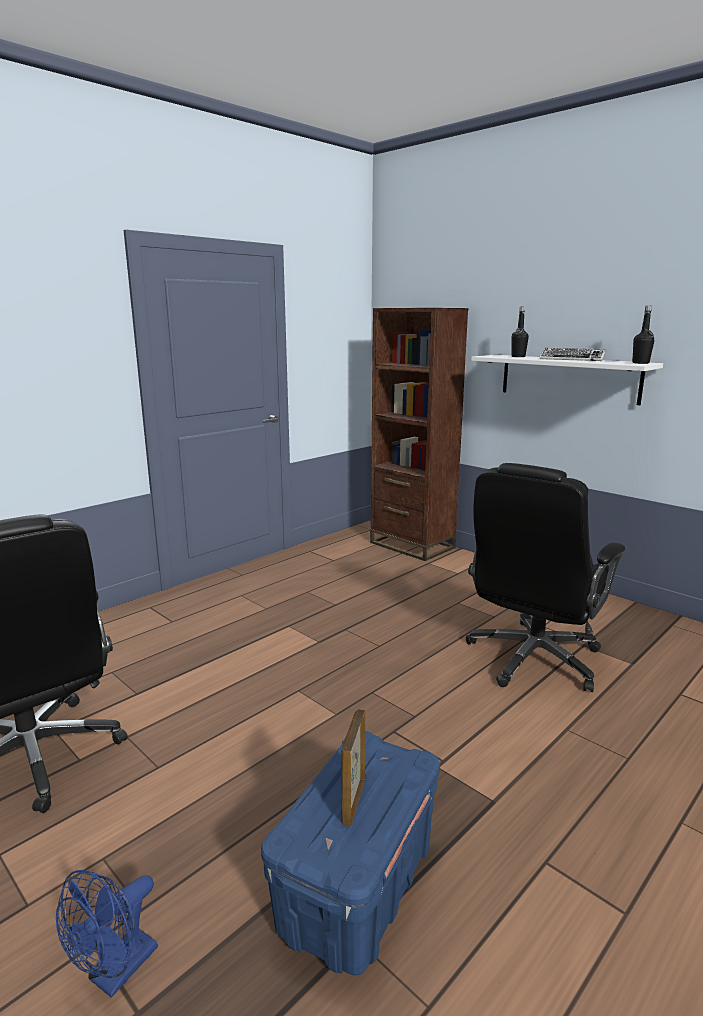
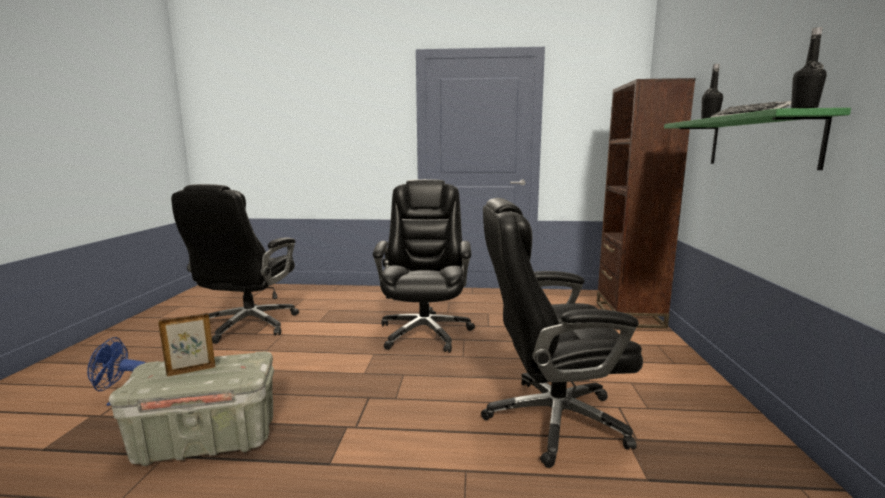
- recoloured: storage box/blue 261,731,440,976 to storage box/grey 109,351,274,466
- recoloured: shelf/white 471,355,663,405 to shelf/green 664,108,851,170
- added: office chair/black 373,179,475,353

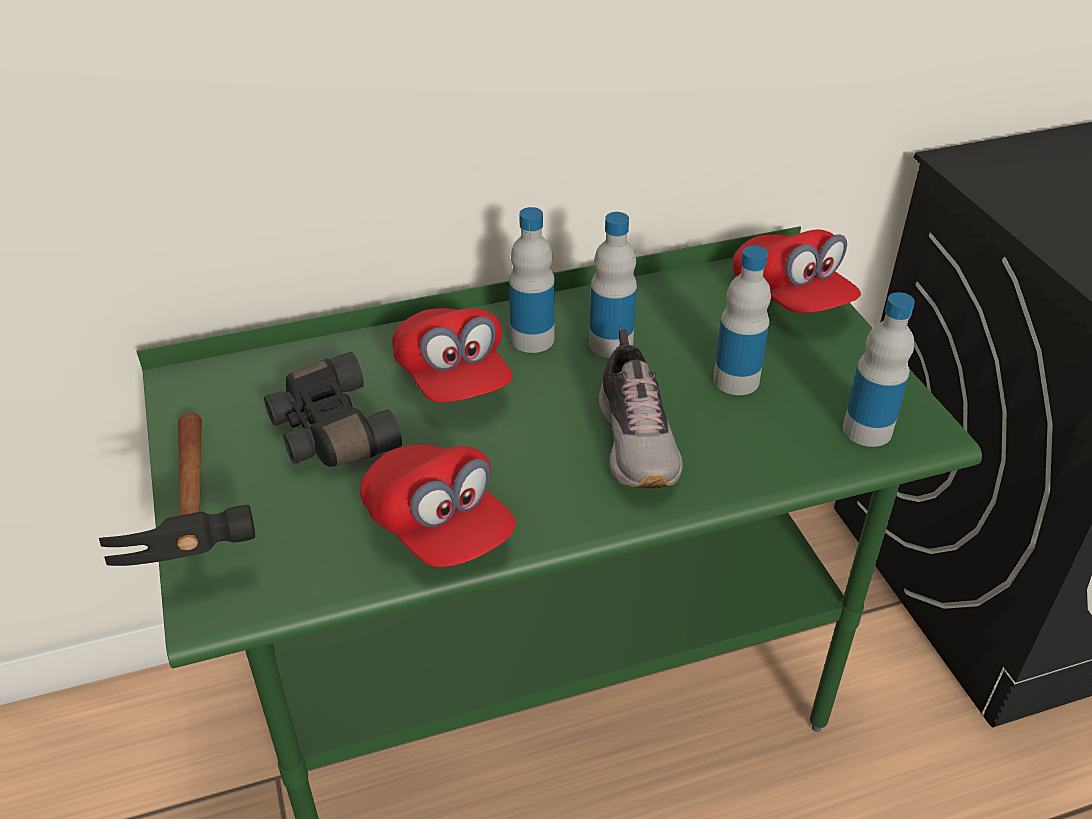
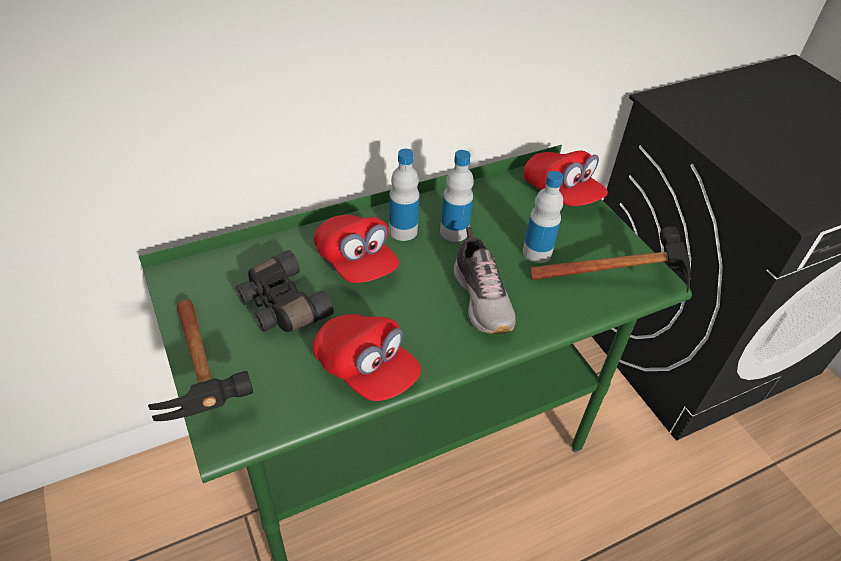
- replaced: bottle 843,292,915,447 to hammer 531,226,691,293

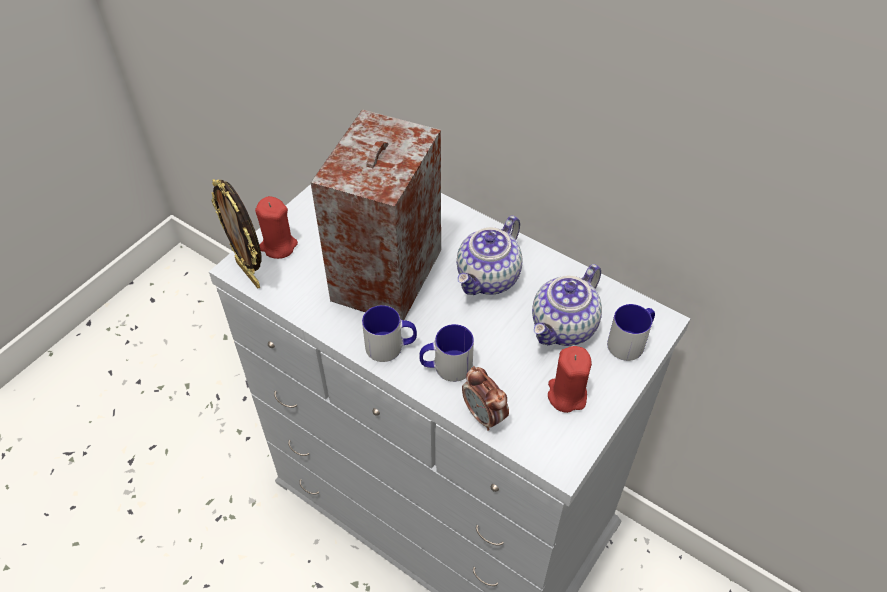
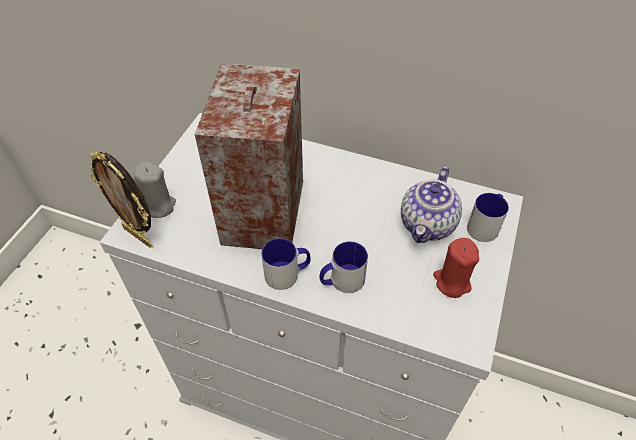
- recoloured: candle/red 255,196,298,259 to candle/grey 134,162,176,218
- removed: teapot 457,216,522,295
- removed: alarm clock 462,366,509,431

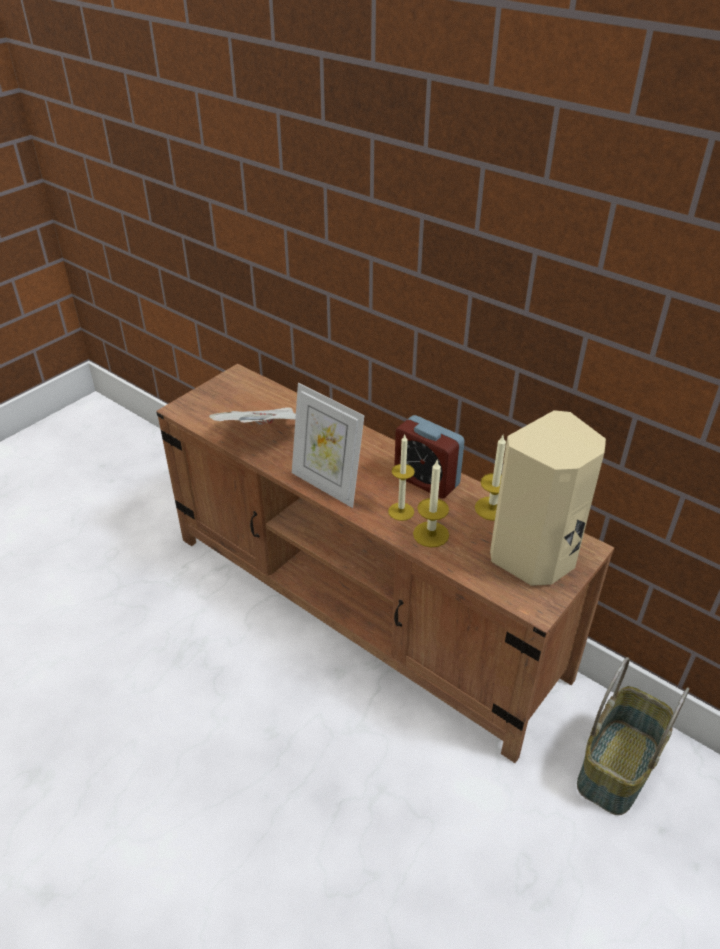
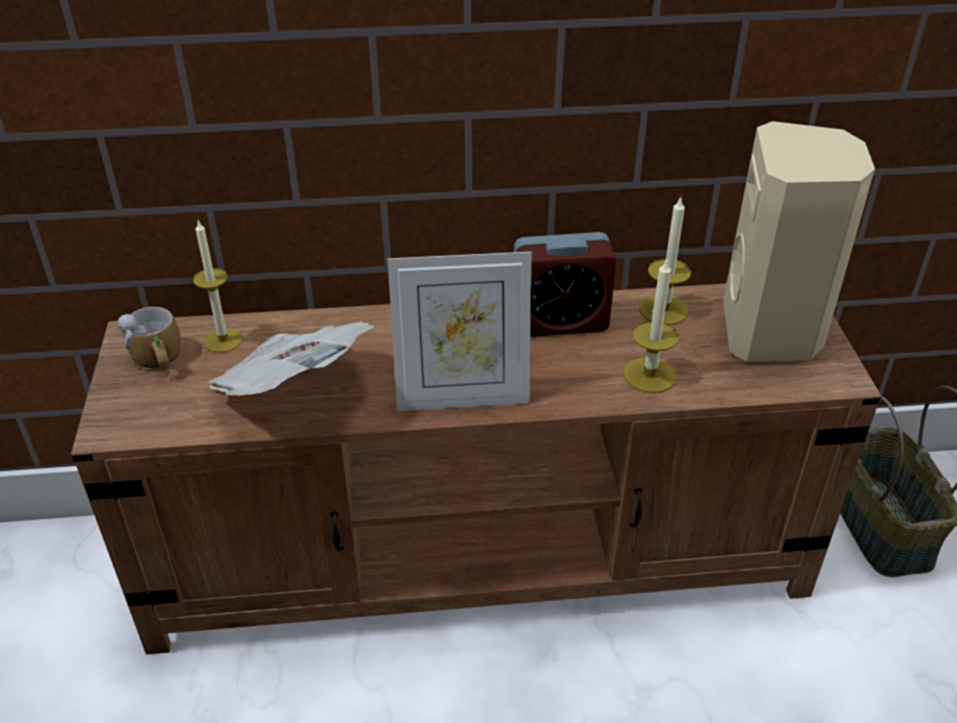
- moved: candle 388,435,415,521 to 193,220,243,353
- added: mug 117,307,181,375

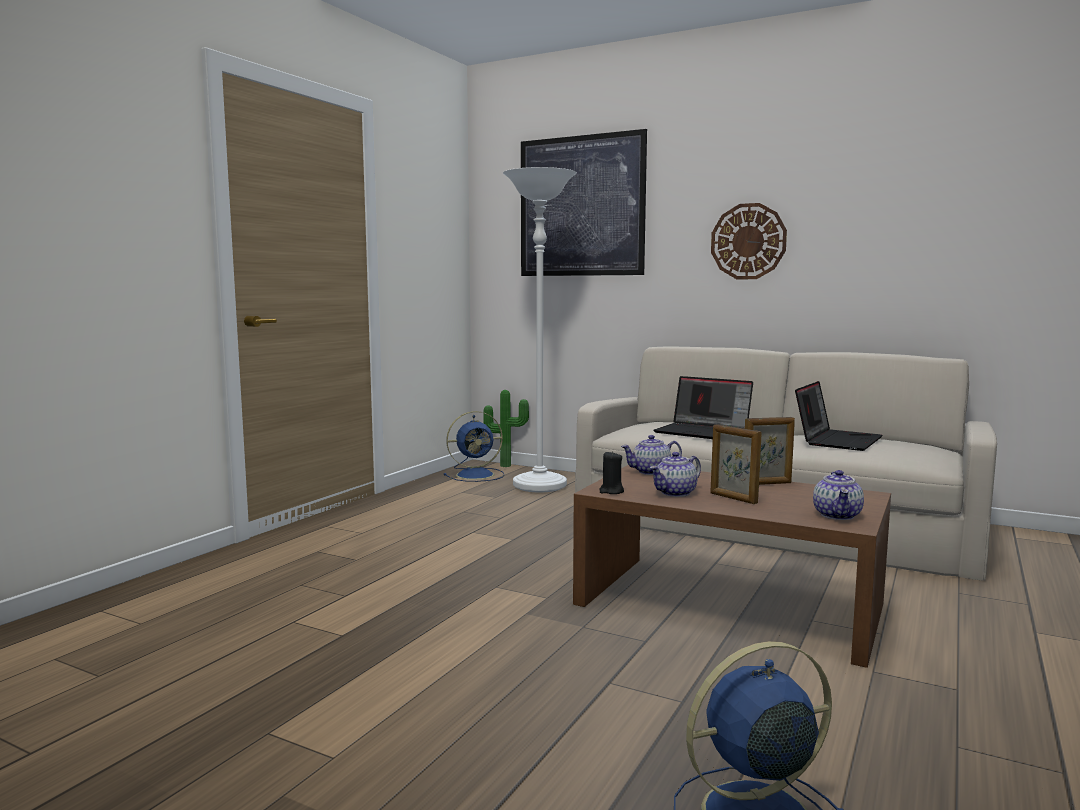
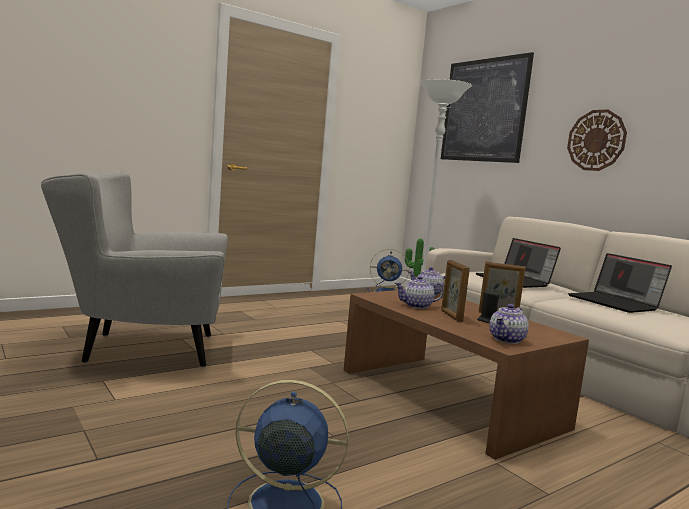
- moved: candle/black 599,451,624,494 to 477,290,500,323
- turned: laptop 795,381,882,451 = 568,253,672,313 90 degrees clockwise
- added: armchair/grey 41,170,228,367

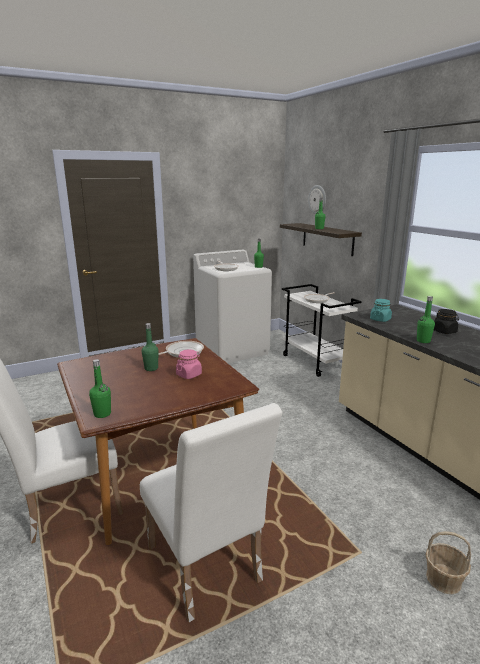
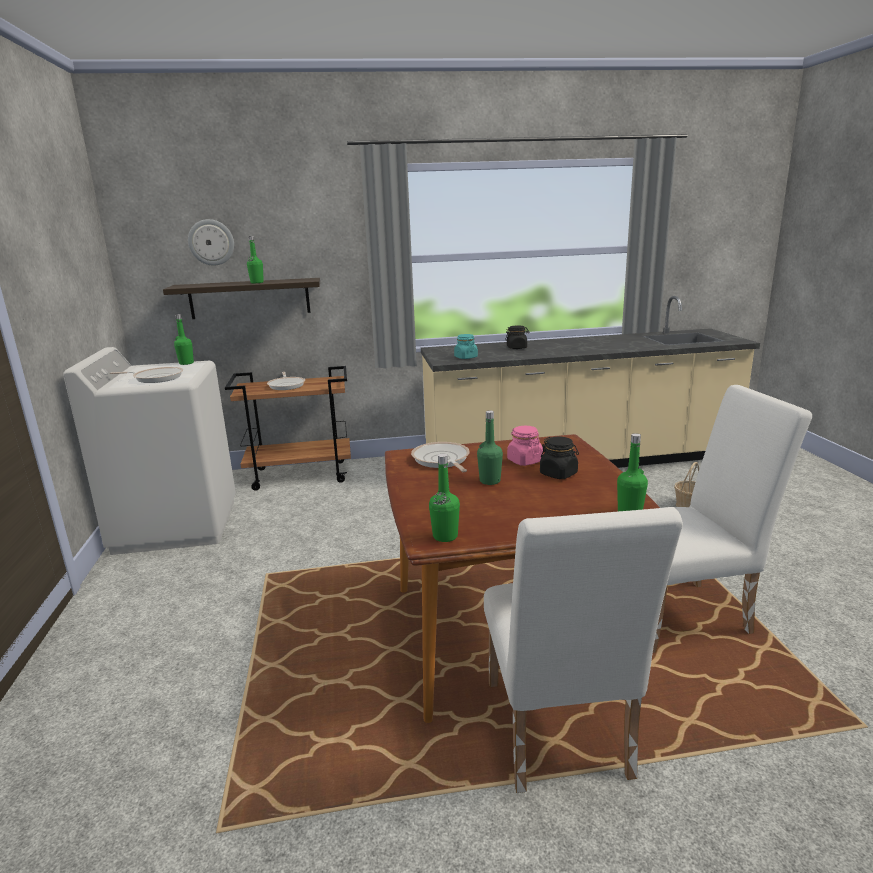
- recoloured: cart/white 282,284,362,377 to cart/brown 225,366,351,491
- moved: bottle/green 417,296,435,343 to 429,454,460,542
- added: jar/black 540,437,579,479

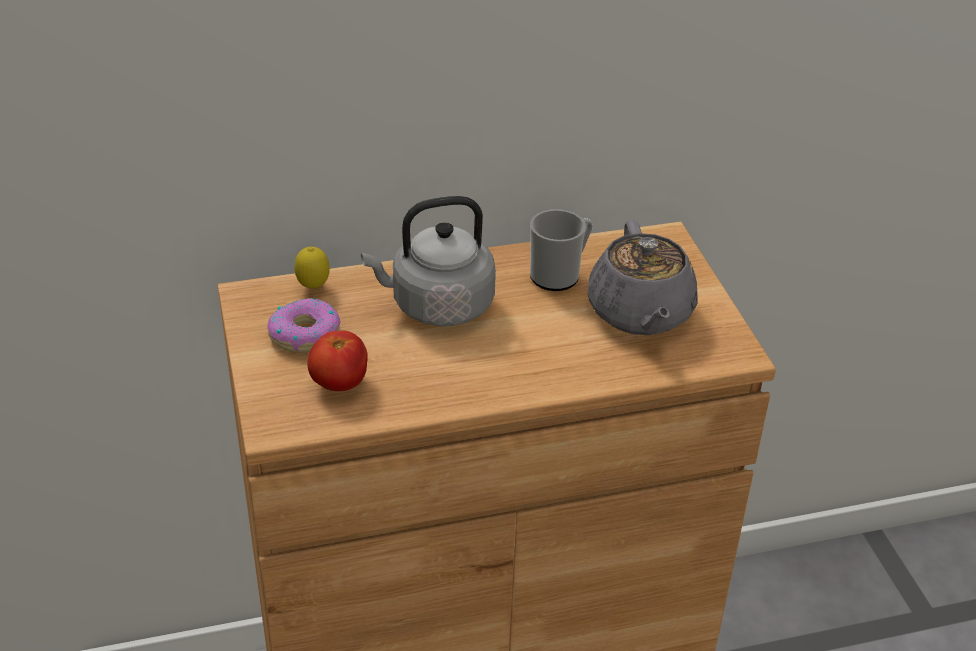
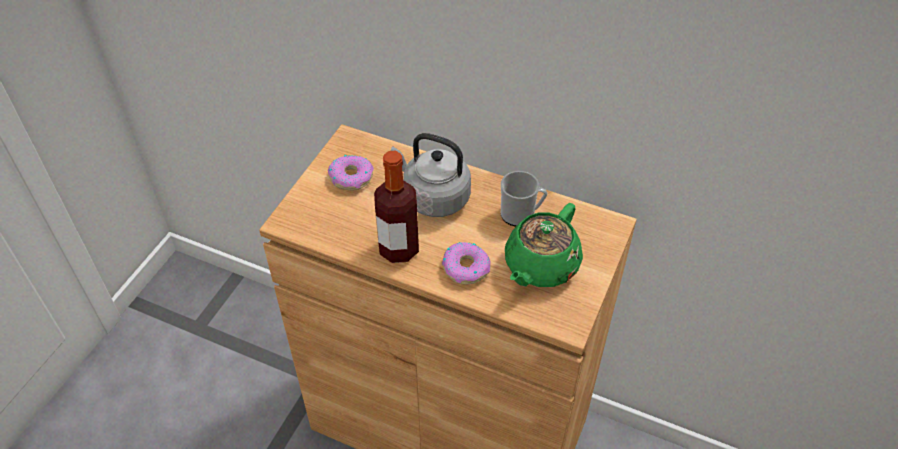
- removed: lemon 294,247,330,289
- removed: tomato 307,331,368,391
- recoloured: teapot/grey 588,220,697,335 to teapot/green 505,203,583,287
- added: bottle 374,151,419,263
- added: donut 442,242,491,284

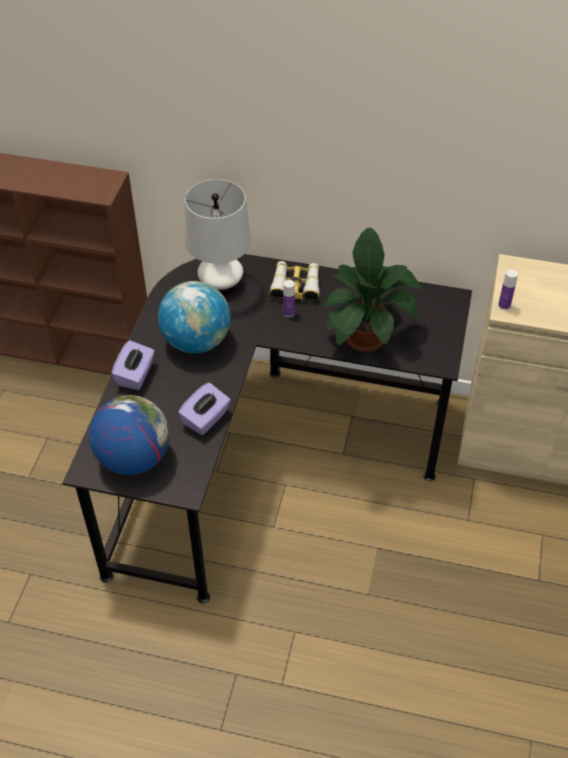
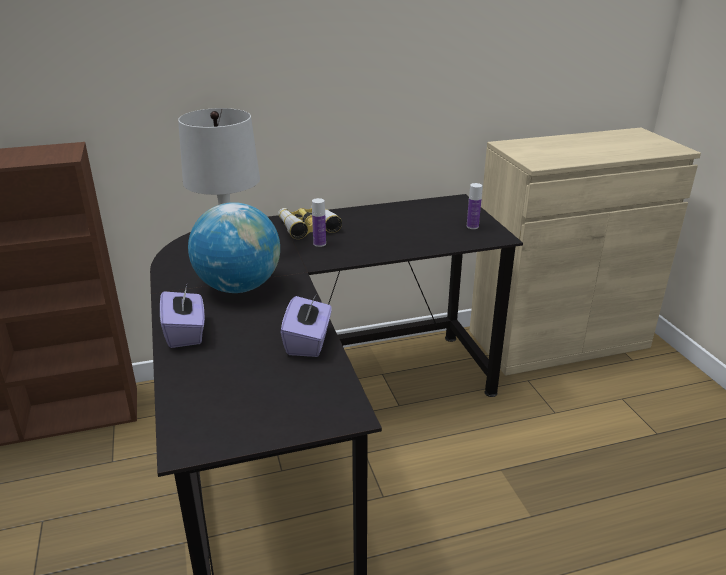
- removed: globe 89,395,170,475
- removed: potted plant 322,228,423,352
- moved: bottle 498,269,518,310 to 467,183,482,229

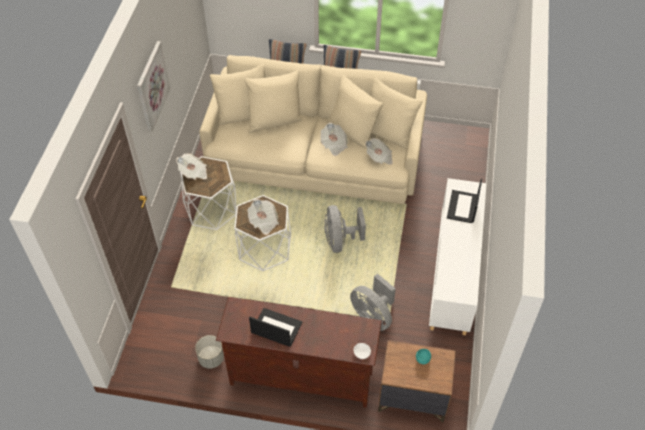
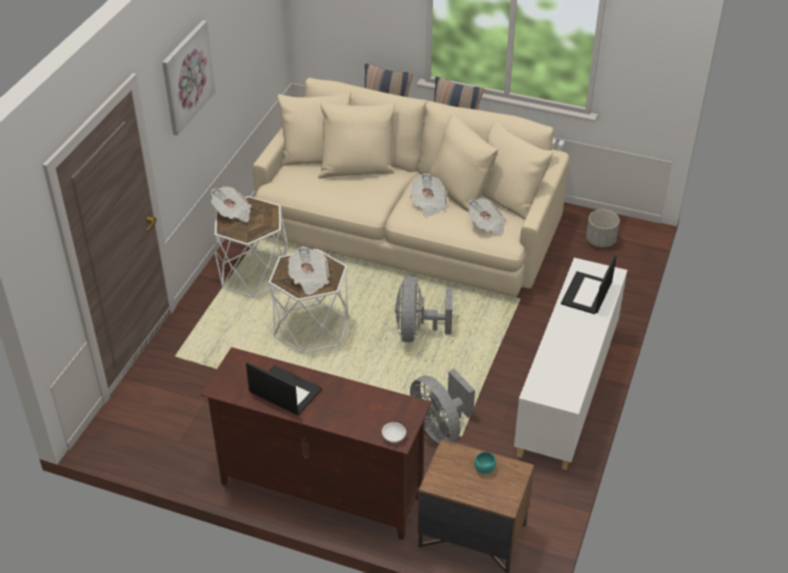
- moved: planter/grey 195,335,224,369 to 586,210,620,247

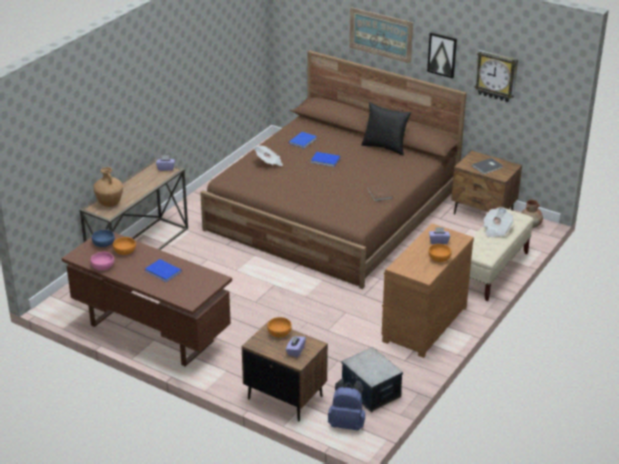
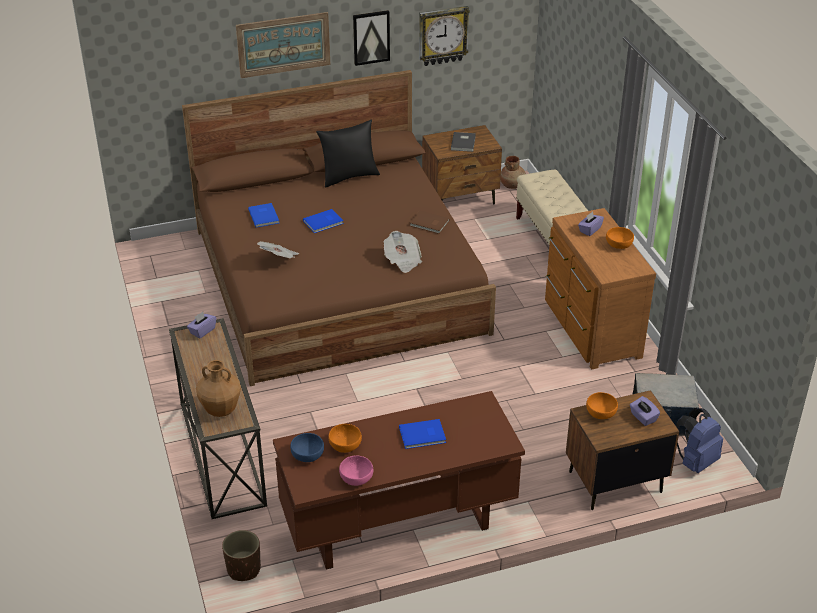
- moved: newspaper 483,207,514,237 to 383,231,422,273
- added: planter/brown 222,530,261,581

